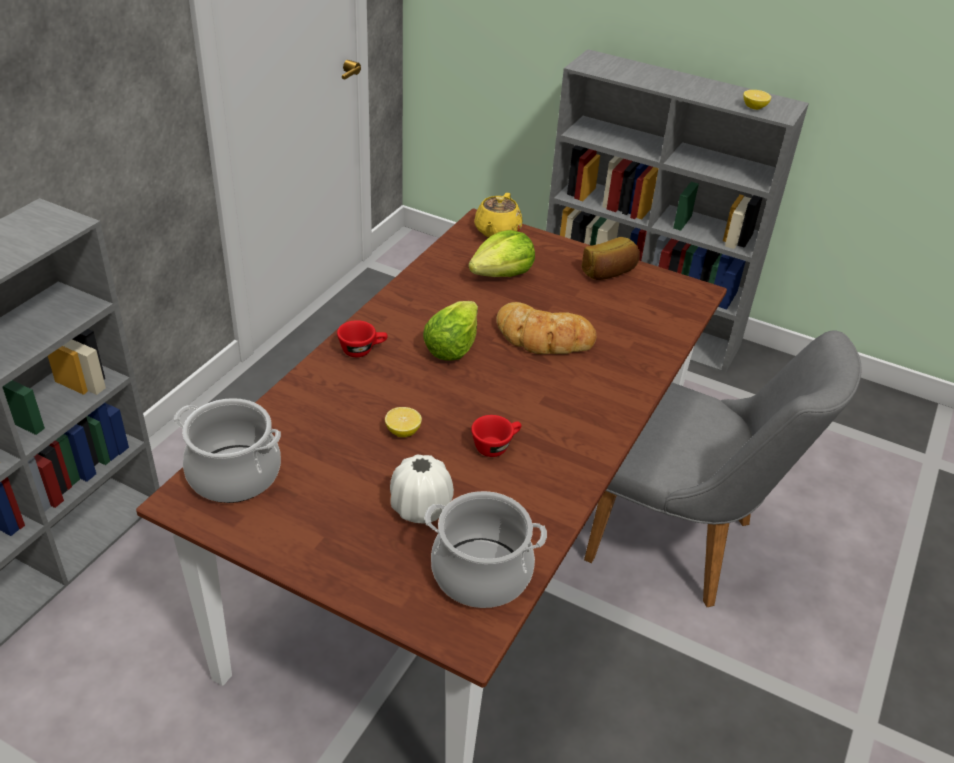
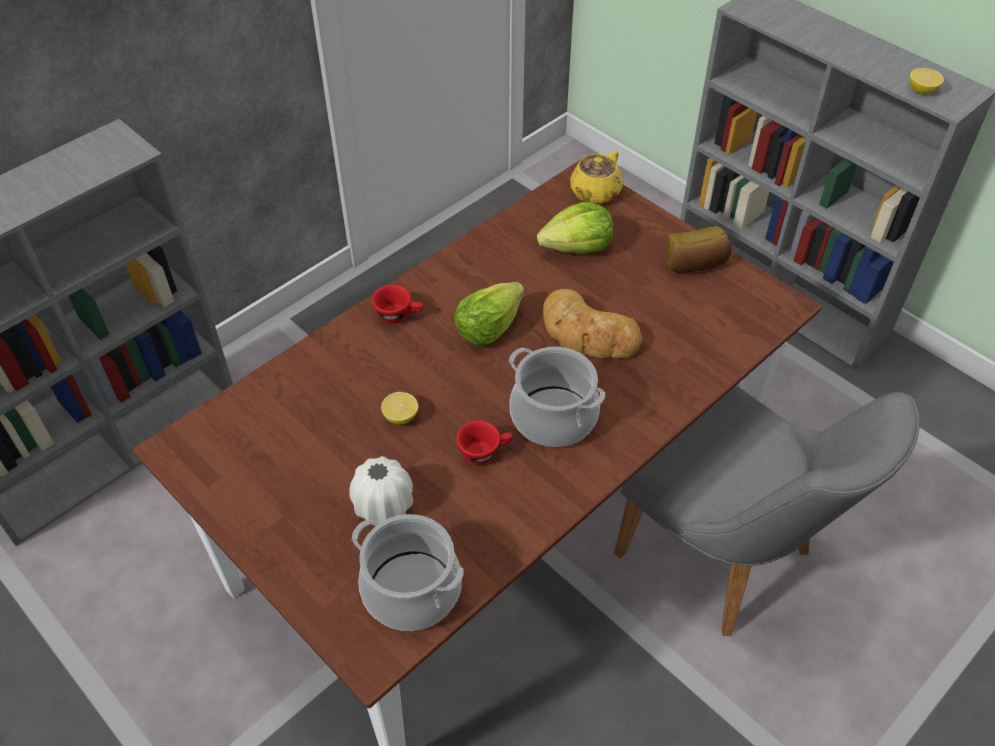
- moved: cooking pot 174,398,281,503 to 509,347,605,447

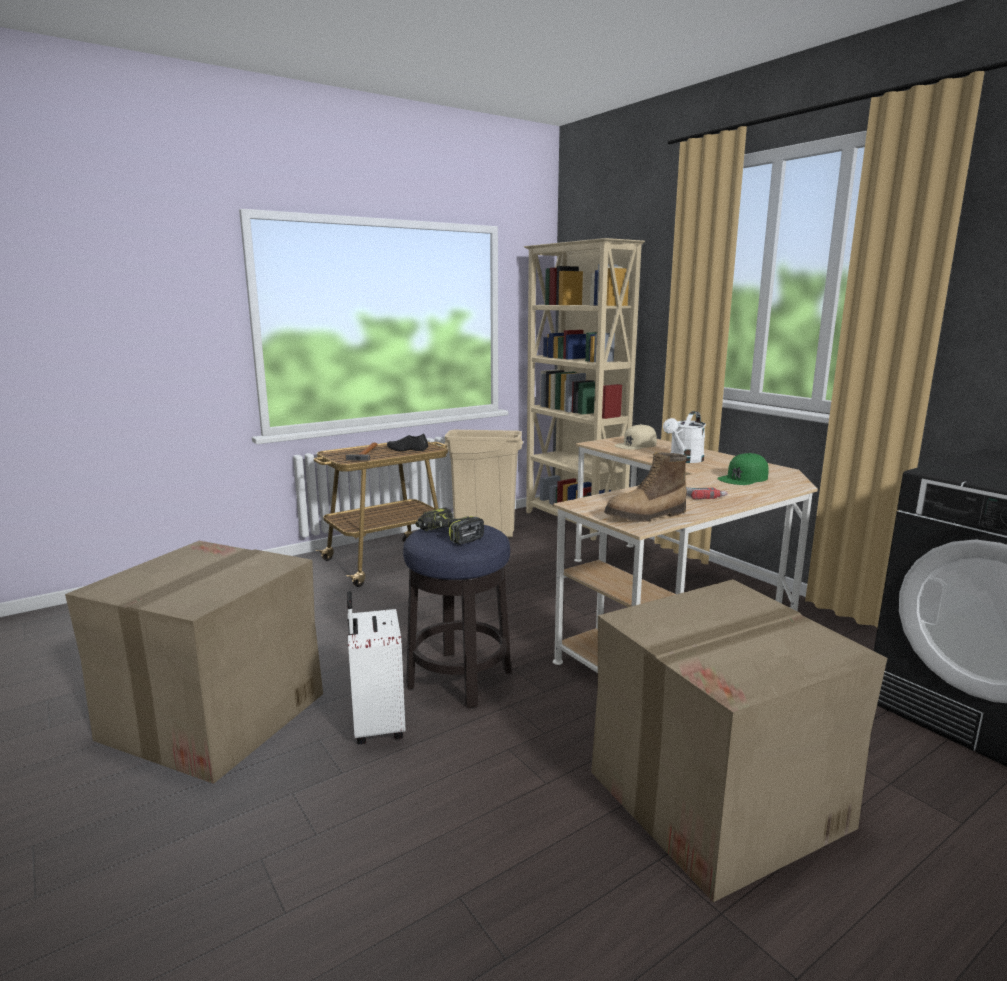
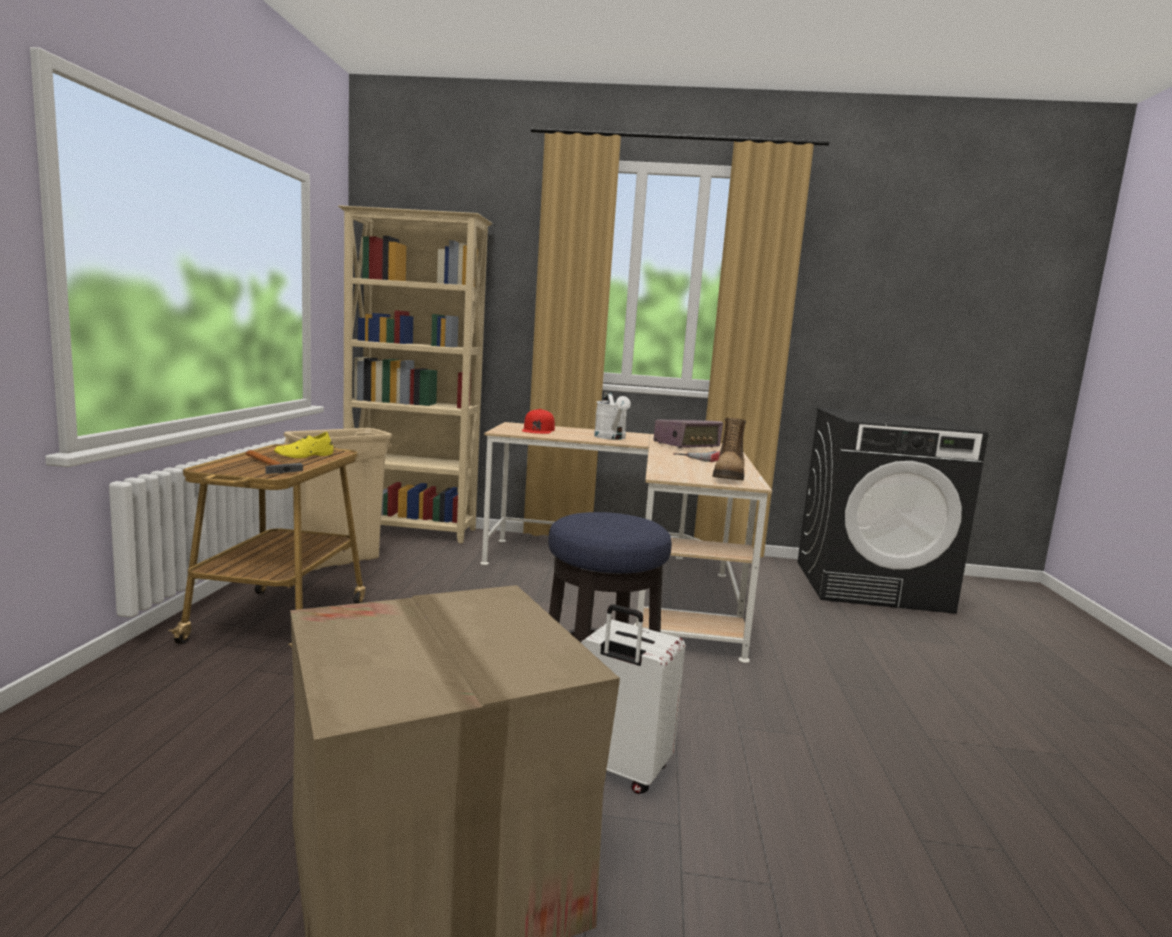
- recoloured: shoe/black 387,433,428,451 to shoe/yellow 274,432,334,458
- removed: power drill 416,508,484,545
- removed: cardboard box 591,579,887,902
- recoloured: cap/beige 614,424,657,450 to cap/red 522,409,555,434
- replaced: cap/green 717,453,769,485 to radio 653,420,723,448

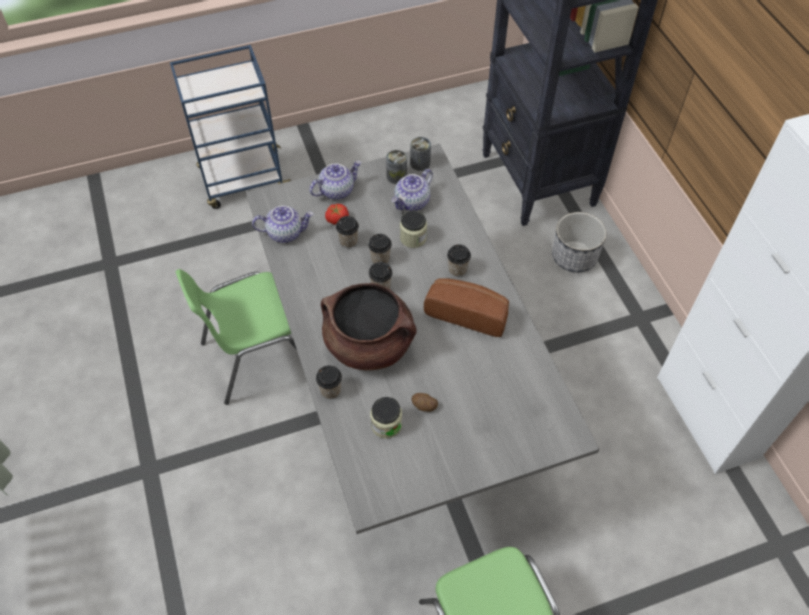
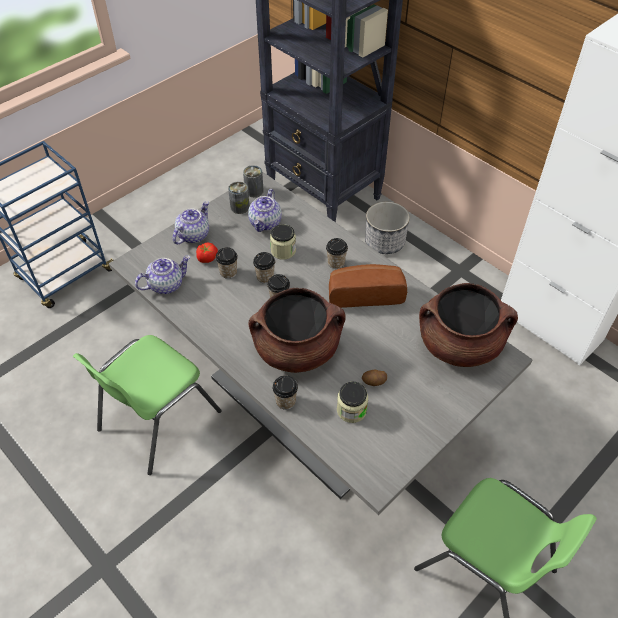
- added: cooking pot/brown 419,283,518,367

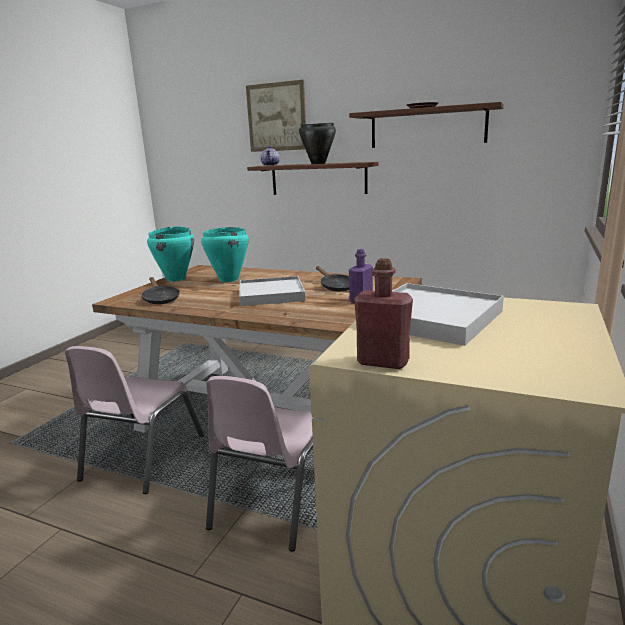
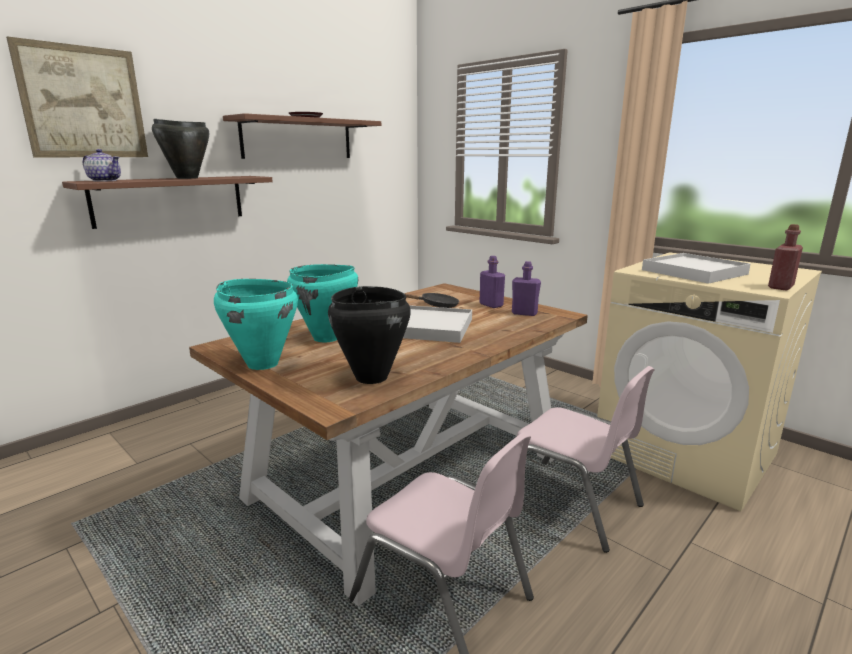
- replaced: frying pan/black 141,277,180,304 to cooking pot/black 328,286,411,384
- added: bottle/purple 512,261,541,316

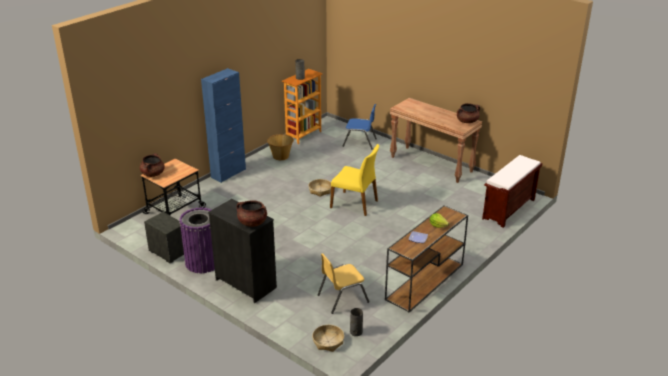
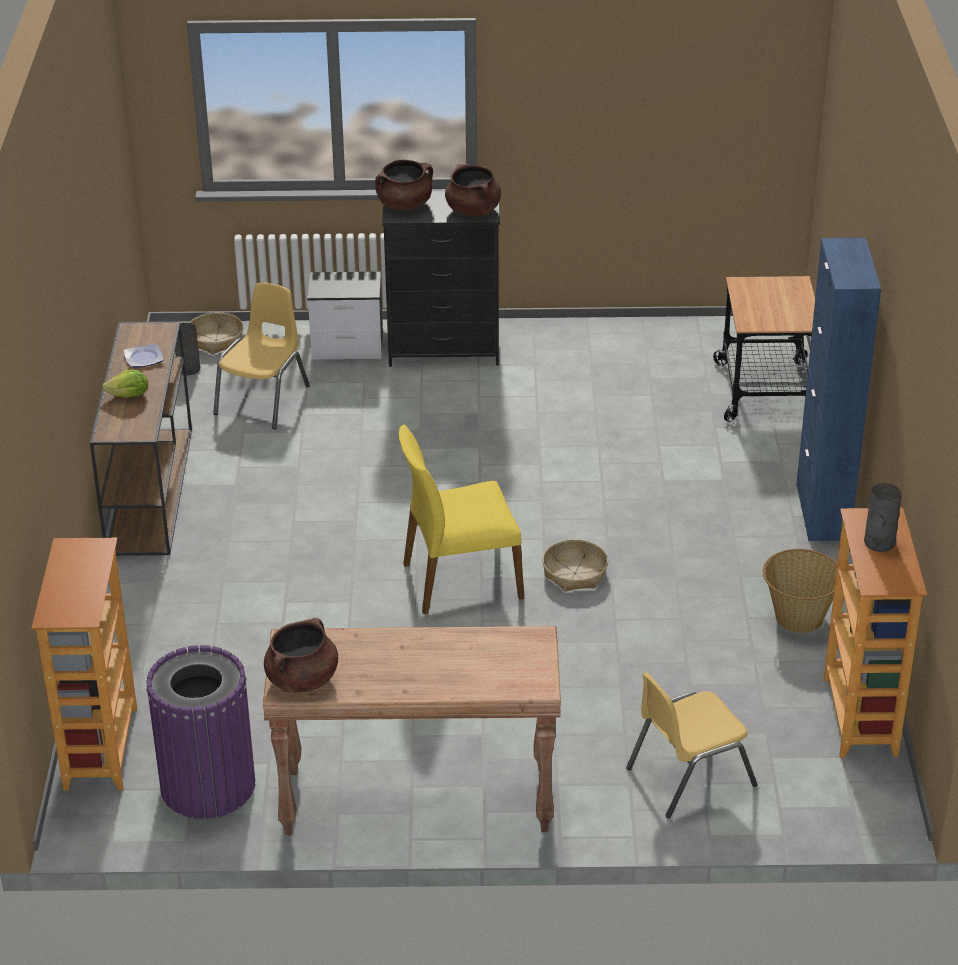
- moved: cooking pot/brown 140,153,165,177 to 445,164,501,217
- moved: nightstand 144,212,184,263 to 307,272,383,360
- moved: trash can/purple 180,208,215,273 to 146,645,255,819
- recoloured: chair/blue 343,104,377,149 to chair/yellow 626,672,758,818
- replaced: bench/brown 482,155,542,228 to bookcase 32,538,137,791

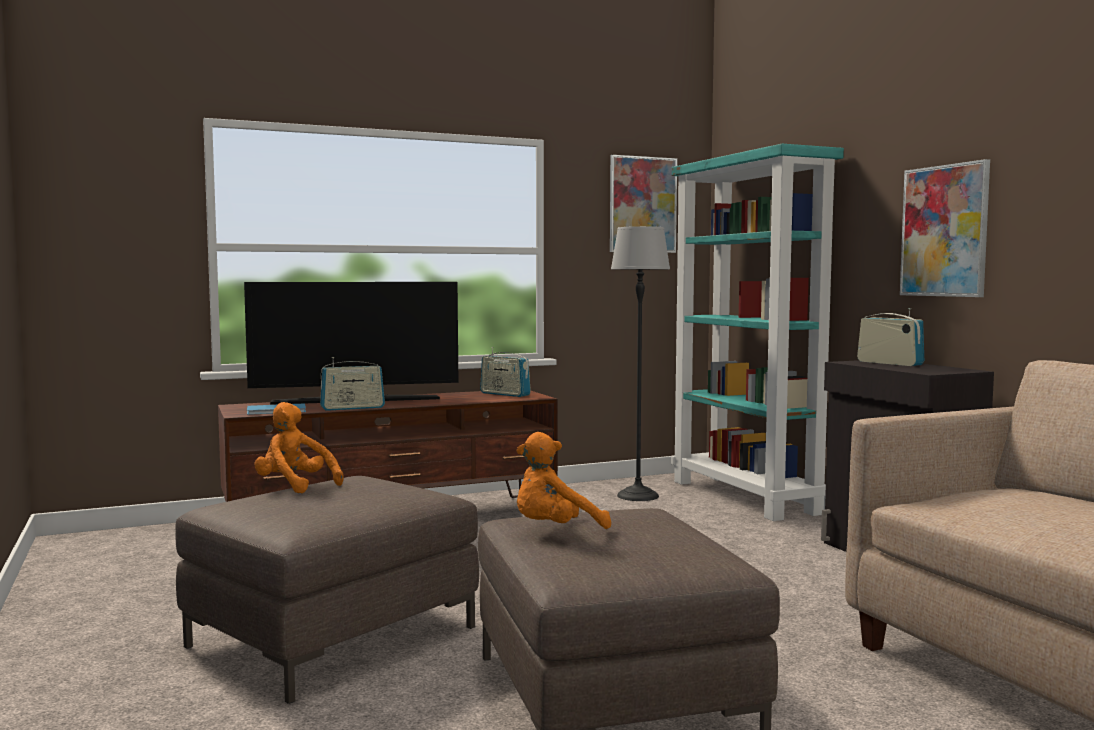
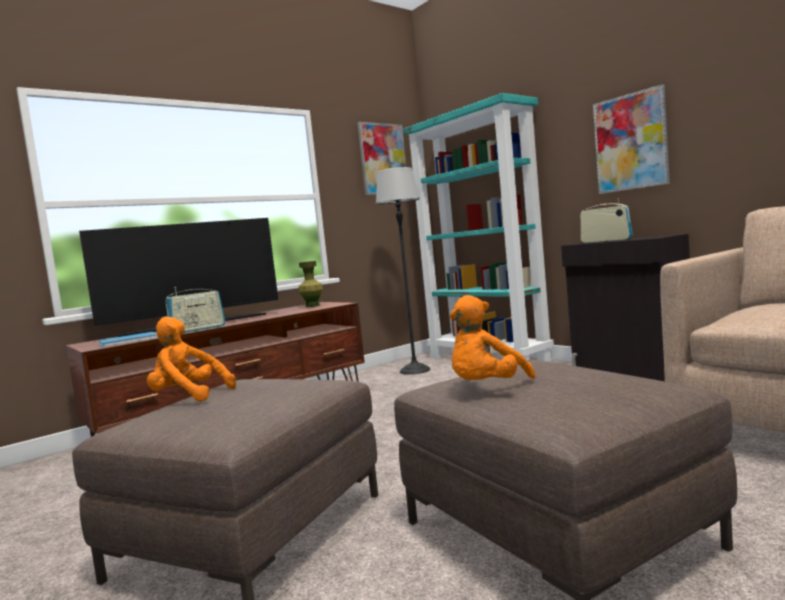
- replaced: radio 480,347,531,397 to vase/green 299,261,323,307

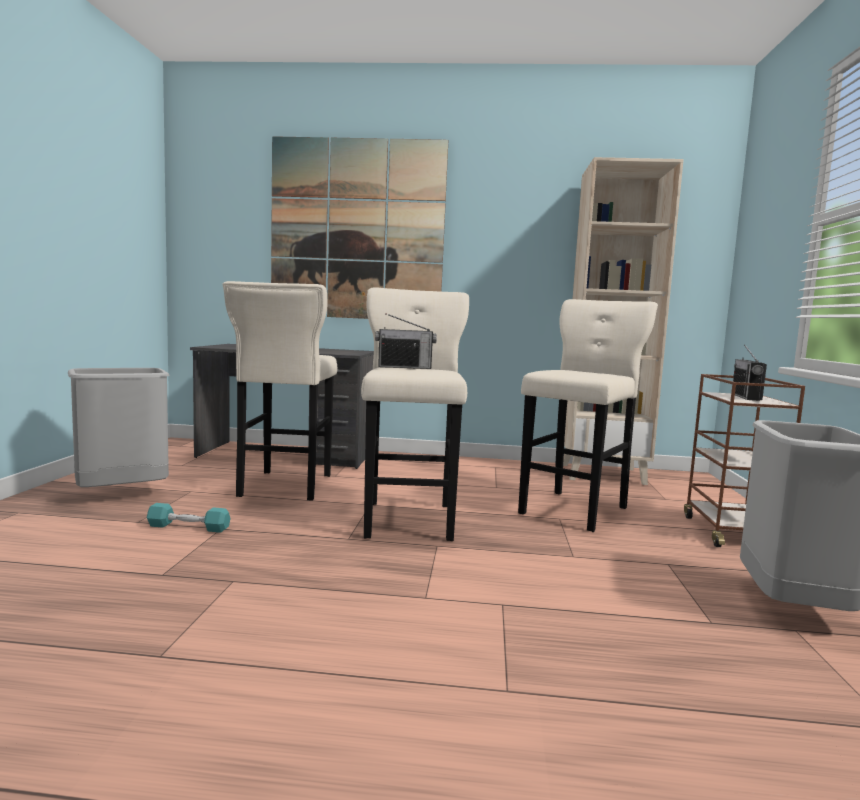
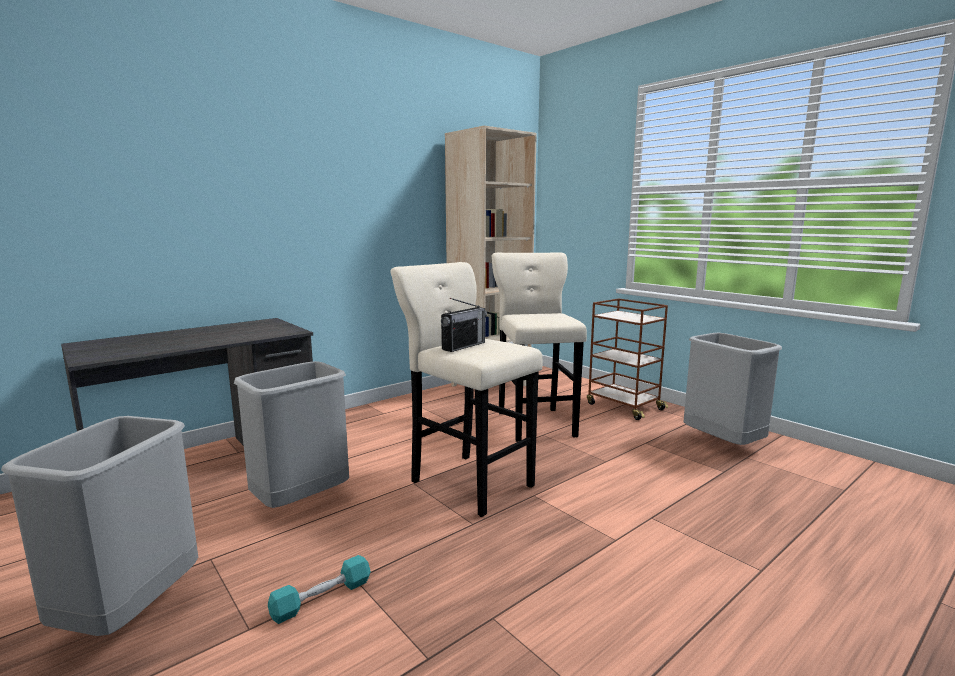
- replaced: stool/beige 222,281,337,501 to trash can/grey 234,361,349,508
- removed: picture 271,136,448,319
- removed: radio 733,345,767,401

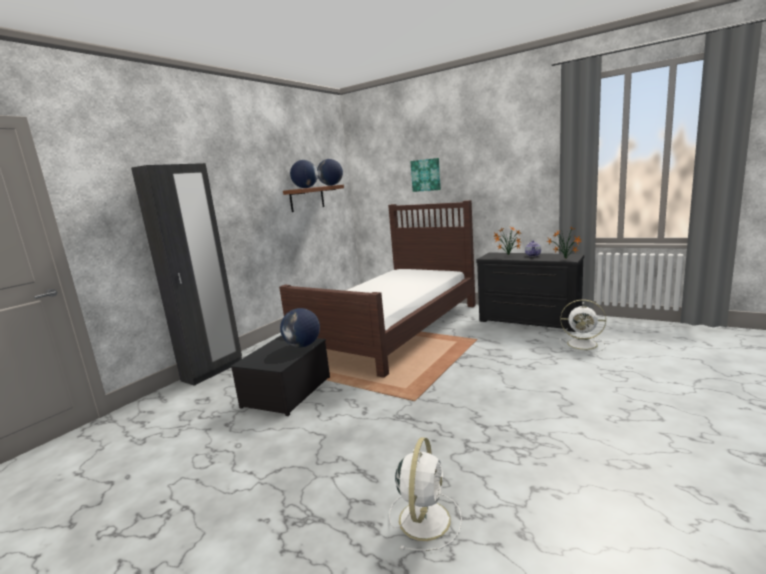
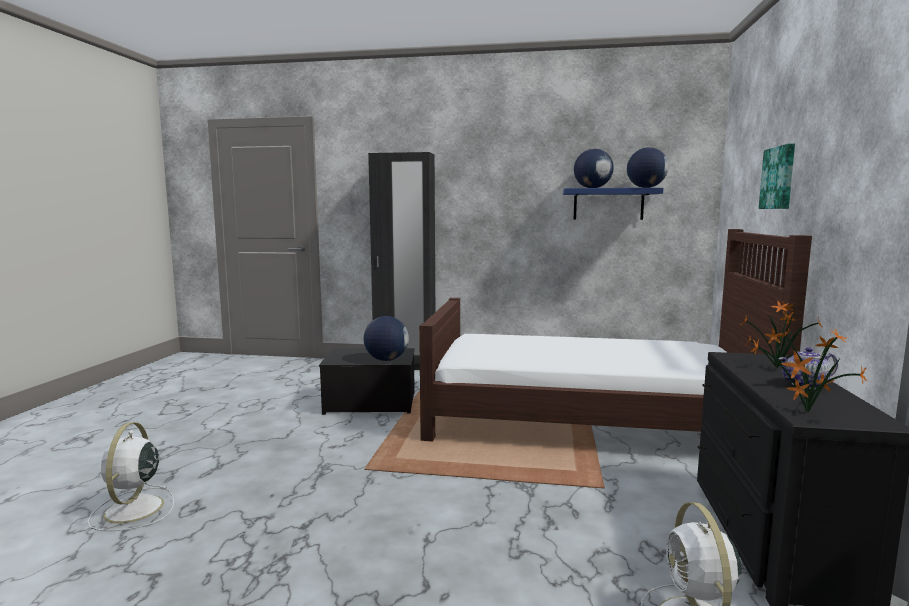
- recoloured: shelf/brown 283,185,344,212 to shelf/blue 563,188,663,220
- turned: fan/white 389,437,462,551 = 87,422,174,531 90 degrees clockwise

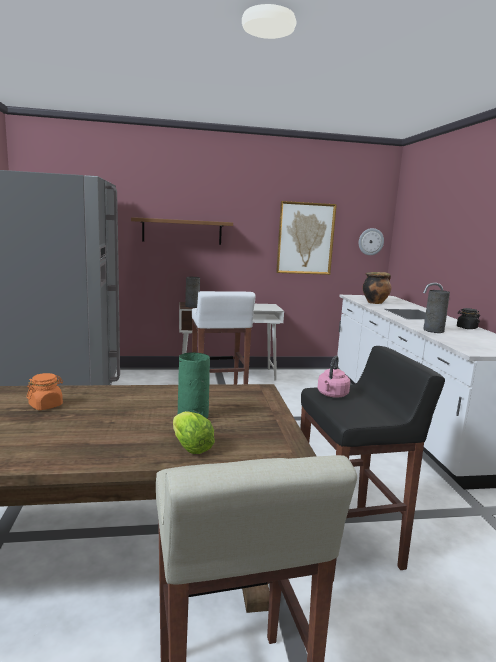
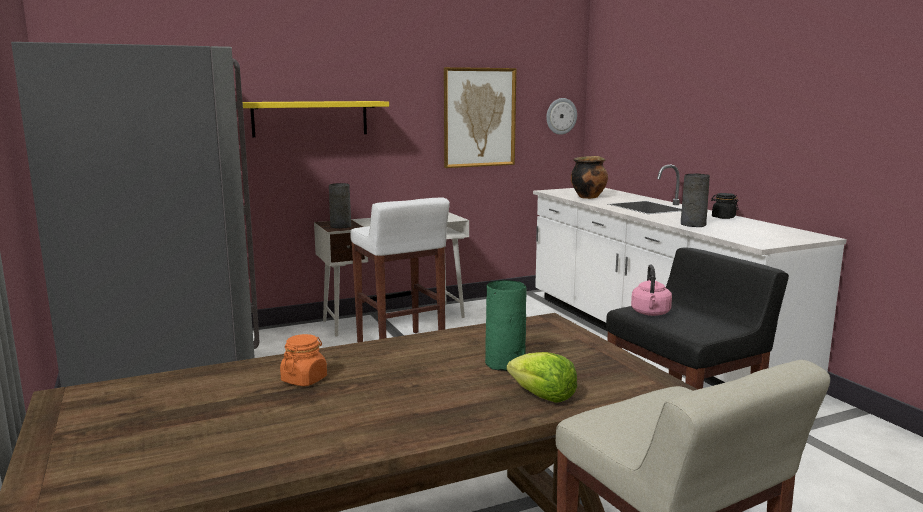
- recoloured: shelf/brown 131,217,233,245 to shelf/yellow 243,101,389,137

